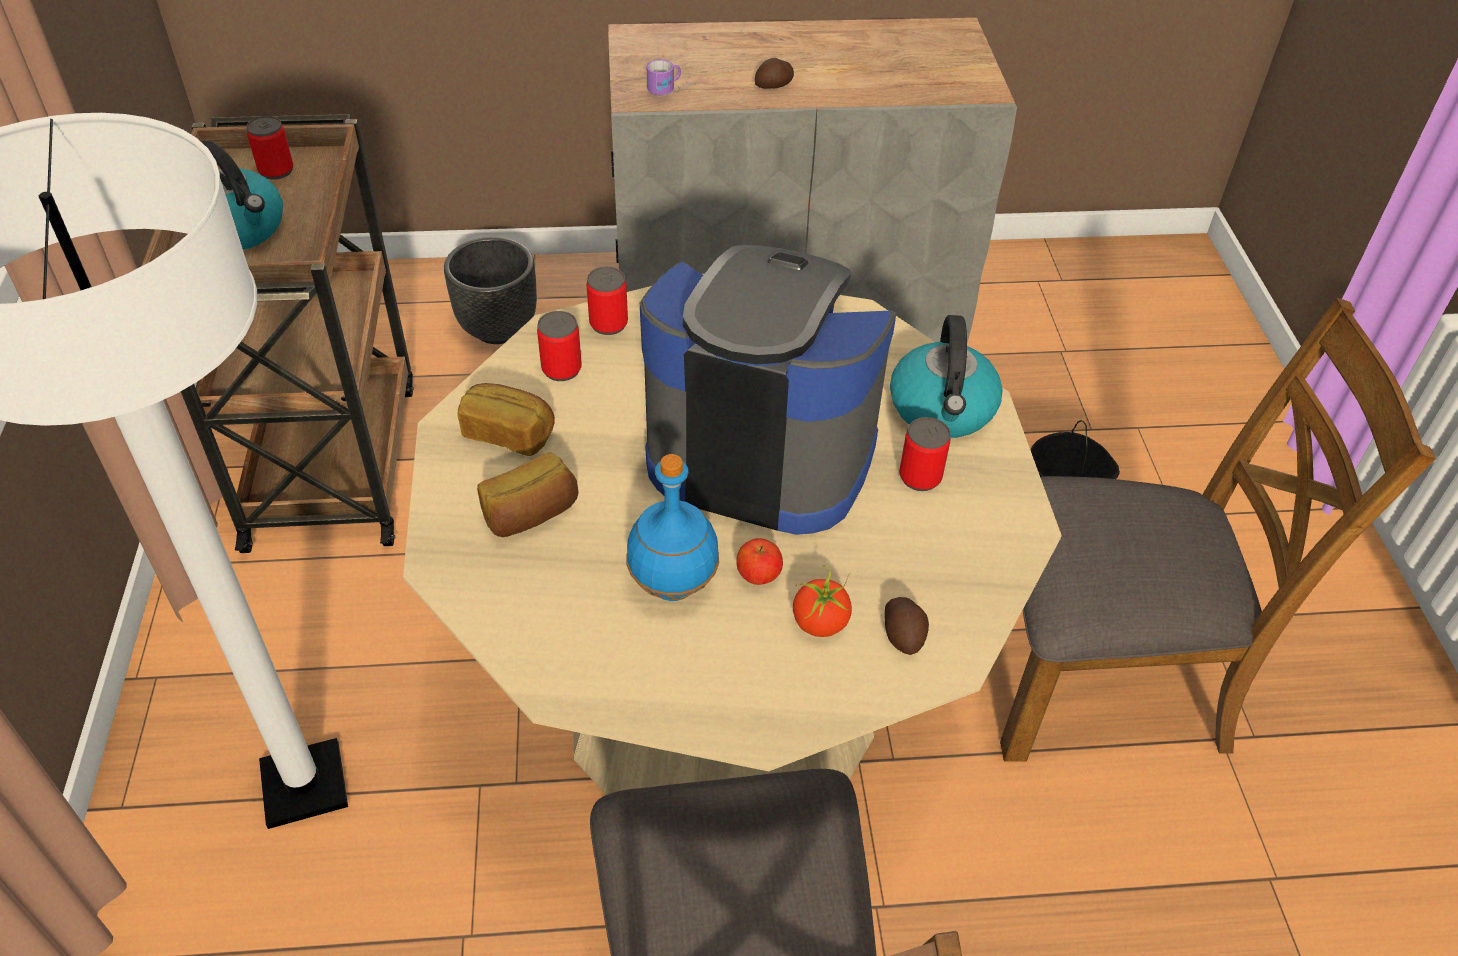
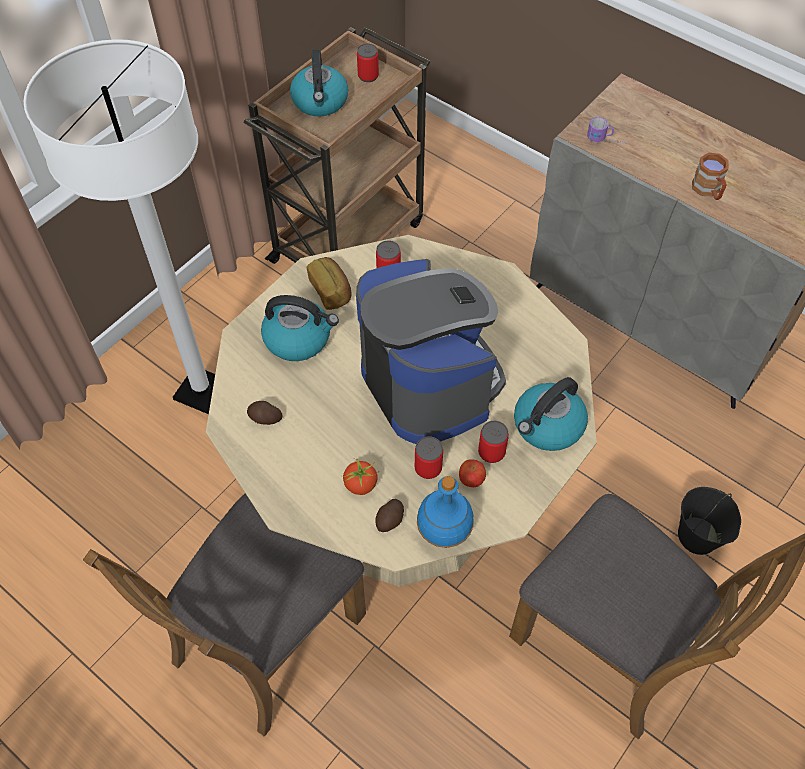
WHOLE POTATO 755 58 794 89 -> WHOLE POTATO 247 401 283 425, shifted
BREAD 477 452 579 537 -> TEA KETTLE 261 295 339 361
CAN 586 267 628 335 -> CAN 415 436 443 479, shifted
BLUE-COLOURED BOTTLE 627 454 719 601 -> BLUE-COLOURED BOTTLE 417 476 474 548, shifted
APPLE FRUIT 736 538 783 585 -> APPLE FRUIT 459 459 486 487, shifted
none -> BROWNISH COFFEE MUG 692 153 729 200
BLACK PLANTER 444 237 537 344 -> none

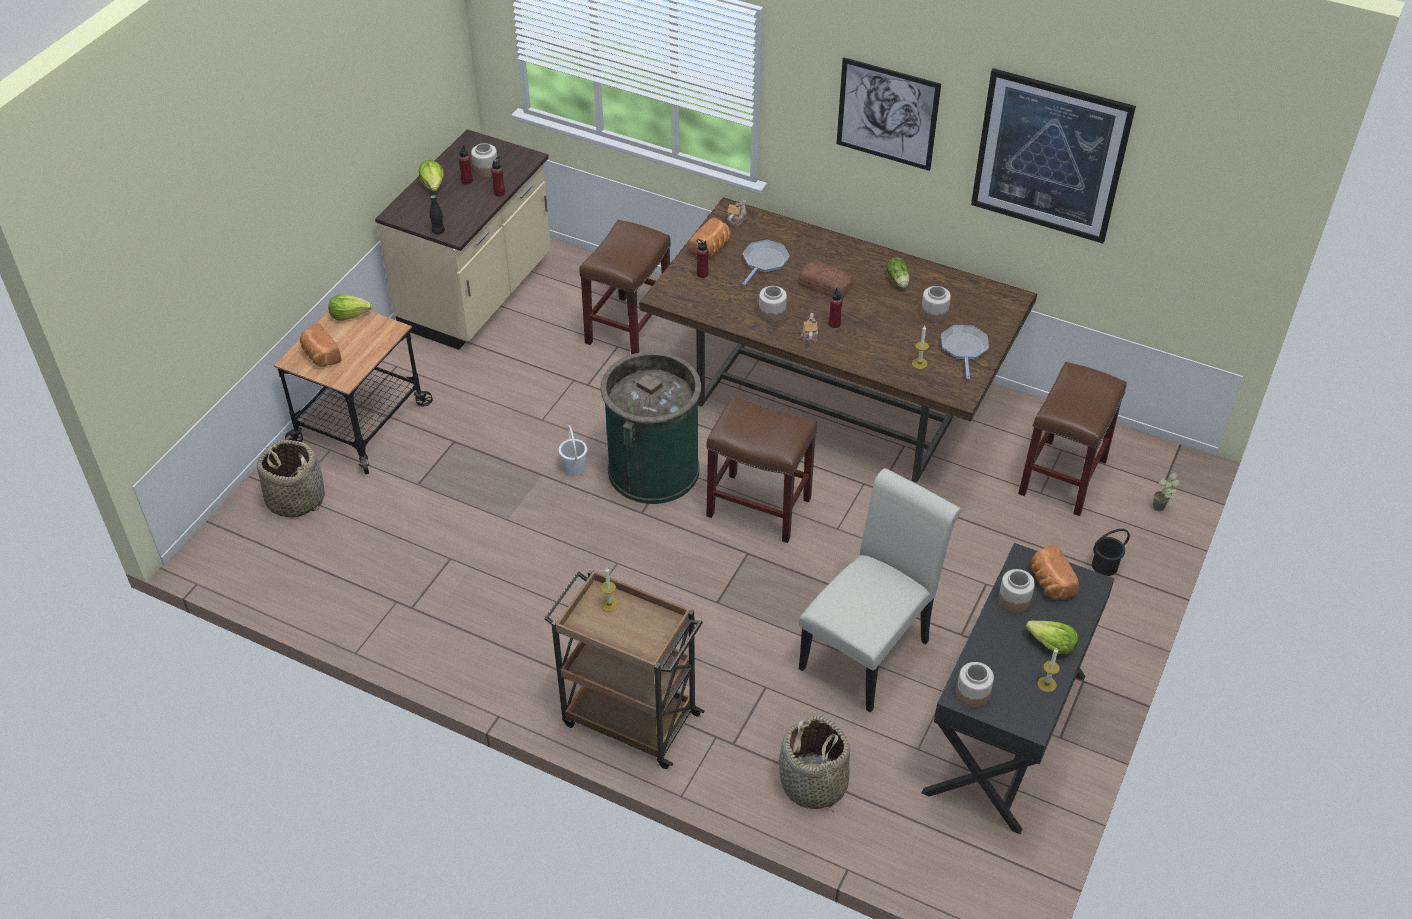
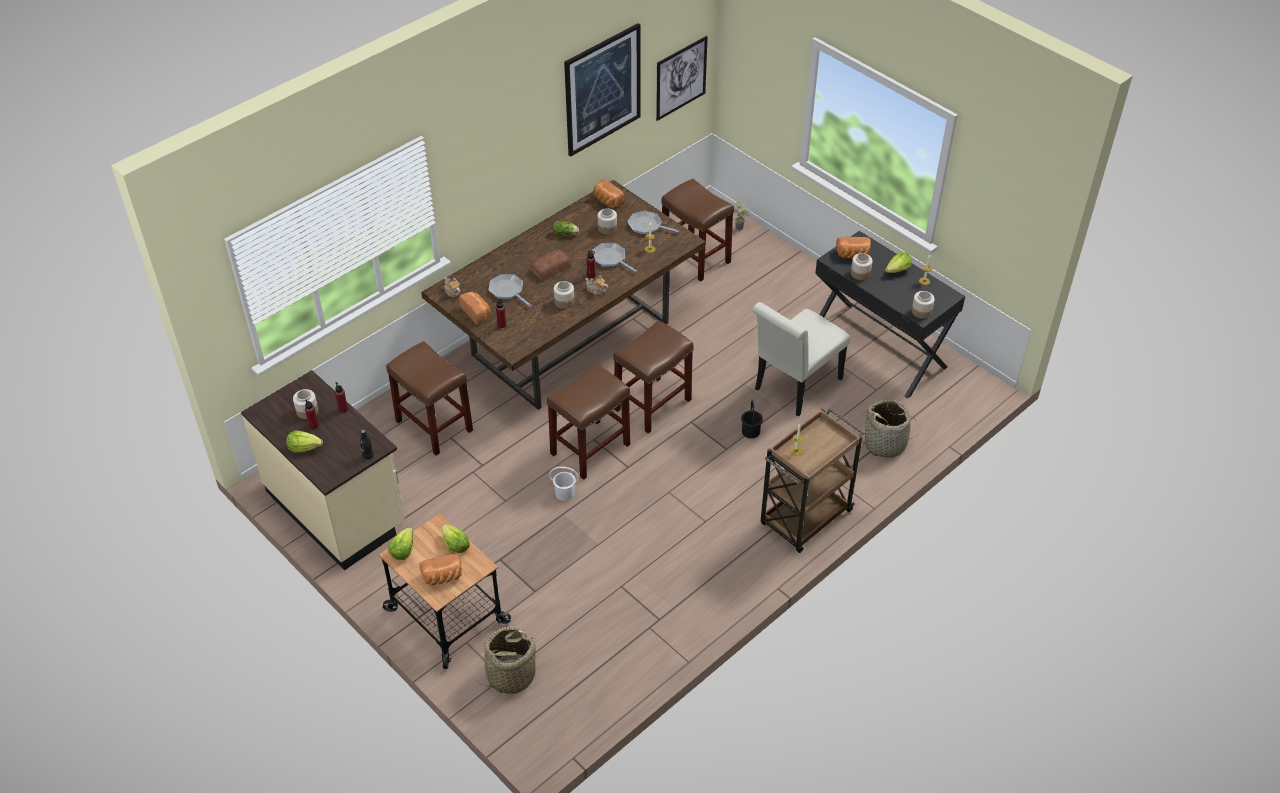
none -> HEAD OF LETTUCE 442 524 470 553
GREEN TRASH CAN 600 351 701 504 -> BROWNISH SITTING STOOL 547 363 630 480
none -> FRYING PAN 592 243 637 272
none -> BREAD 593 179 624 208
WALL ART 836 57 941 171 -> WALL ART 656 36 708 121, shifted
BLACK WATER BUCKET 1092 529 1130 576 -> BLACK WATER BUCKET 741 400 763 439, shifted
WHITISH PLAIN CHAIR 799 468 961 712 -> WHITISH PLAIN CHAIR 752 302 851 417, 105 degrees counterclockwise

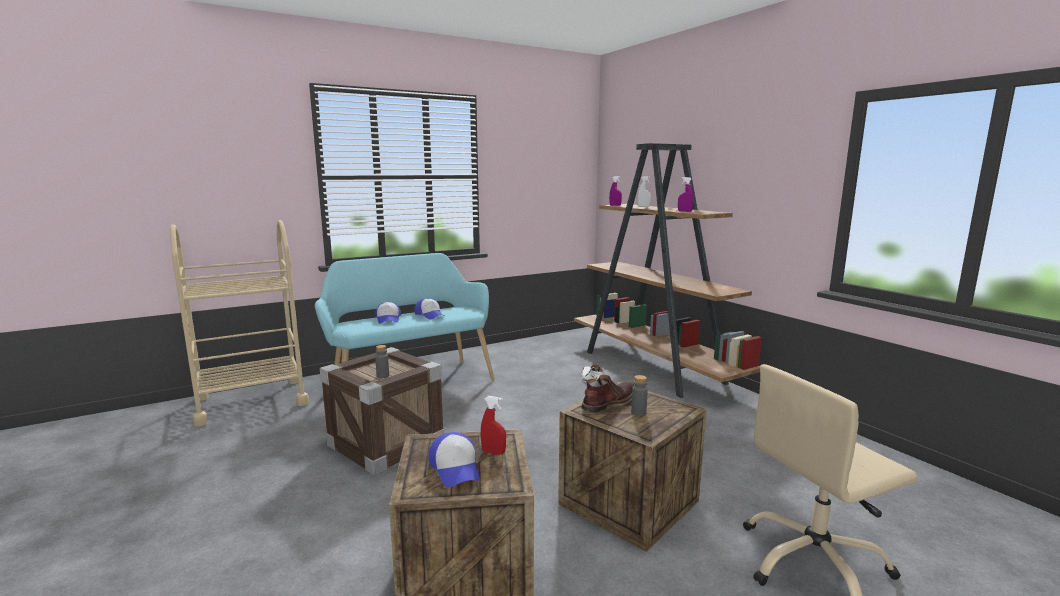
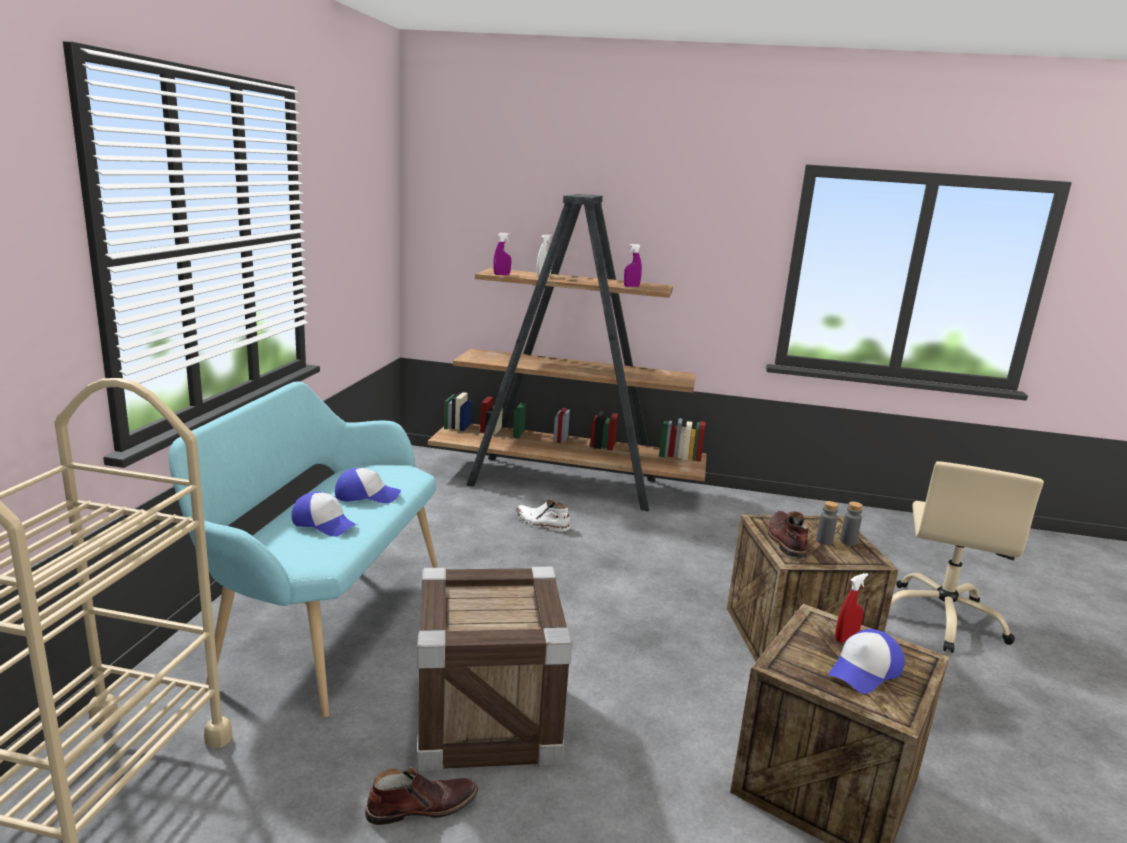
none -> BROWNISH HIGH-TOP BOOT 365 767 478 825
BASEBALL CAP 429 432 480 487 -> BASEBALL CAP 829 629 905 694, 120 degrees clockwise
GRAY BOTTLE 375 345 389 378 -> GRAY BOTTLE 840 502 863 545, shifted

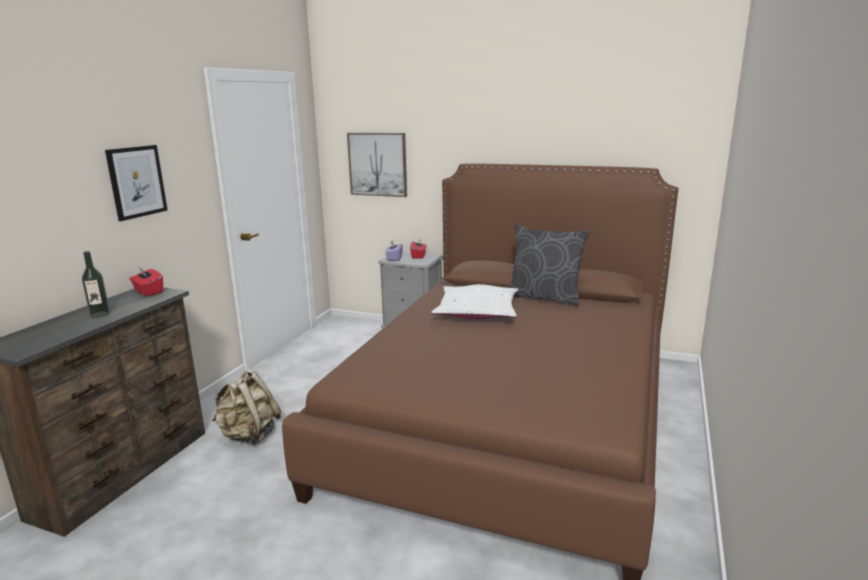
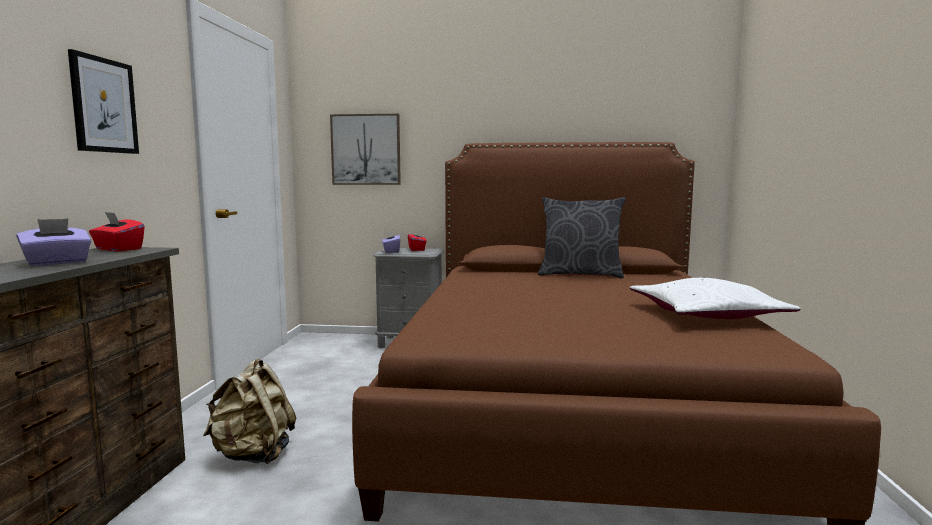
BOTTLE 82 251 110 318 -> PURPLE BOX OF TISSUES 17 218 91 266
WHITISH CUSHION 431 284 518 319 -> WHITISH CUSHION 630 278 801 319, shifted

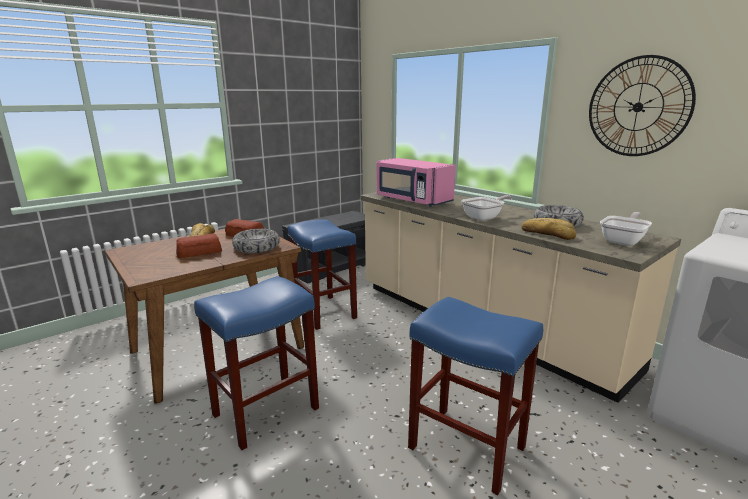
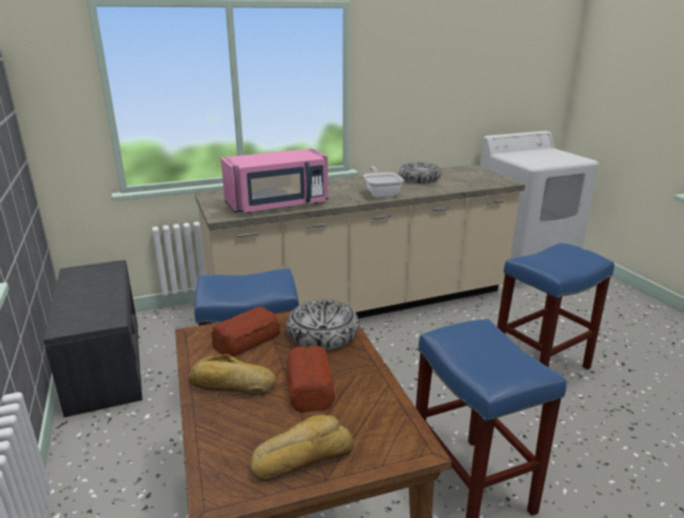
BREAD 521 218 576 240 -> BREAD 250 415 354 481, shifted
WALL CLOCK 589 55 696 156 -> none
FRYING PAN 600 212 652 246 -> none

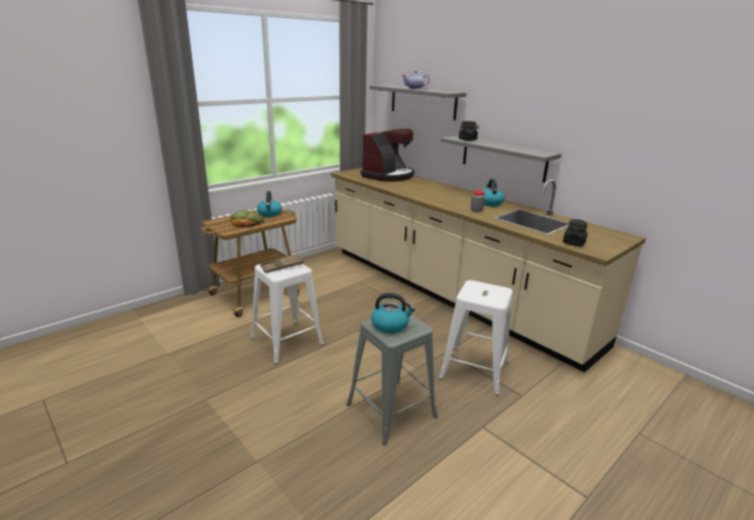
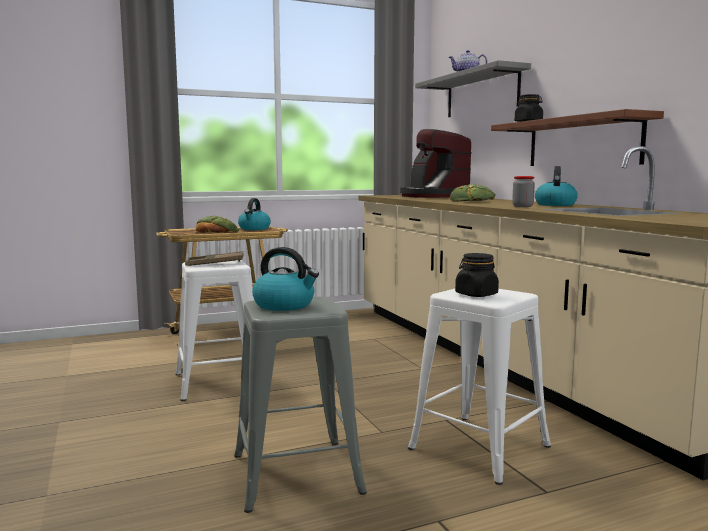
COFFEE BREWER 361 129 414 182 -> COFFEE BREWER 400 129 472 198, 105 degrees clockwise
none -> BREAD 450 184 496 202
BLACK PRESERVE JAR 563 219 588 246 -> BLACK PRESERVE JAR 455 253 499 297, shifted
GRAY BRACKET SHELF 441 135 561 183 -> BROWNISH BRACKET SHELF 491 109 664 166

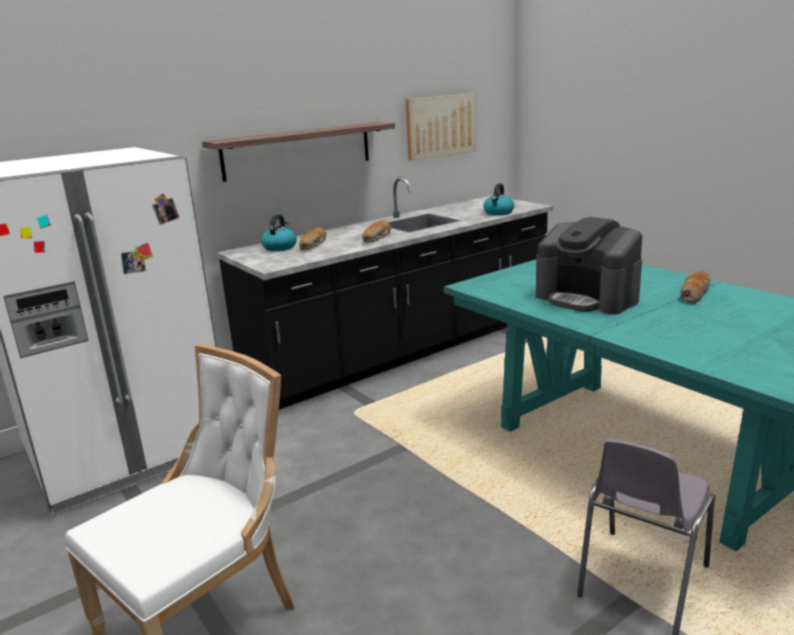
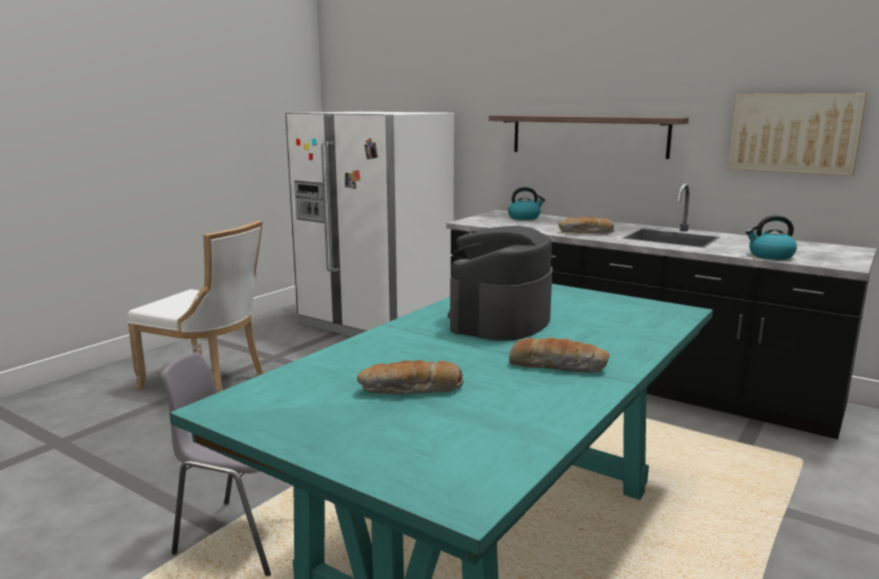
BREAD 299 227 326 250 -> BREAD 357 360 464 394, shifted

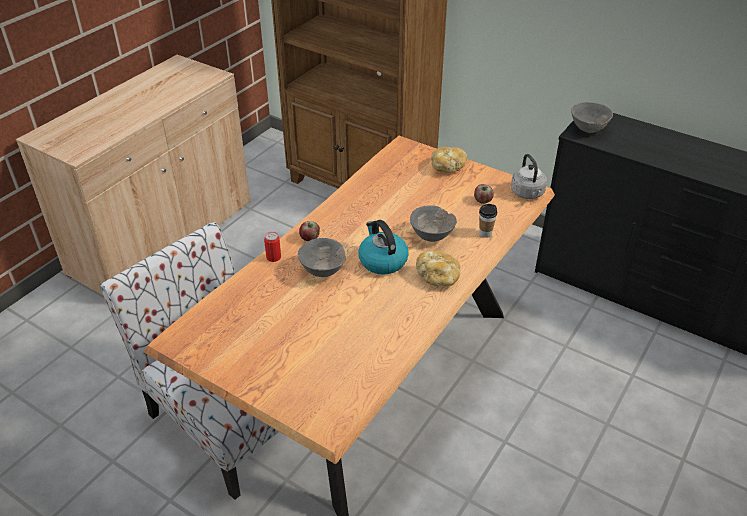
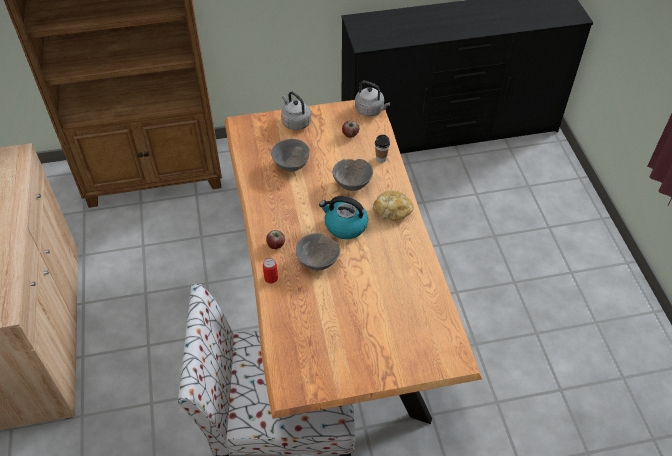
GRAY BOWL 571 102 613 133 -> GRAY BOWL 271 139 310 172, shifted
BREAD 431 147 467 173 -> GRAY TEA KETTLE 281 92 311 130

